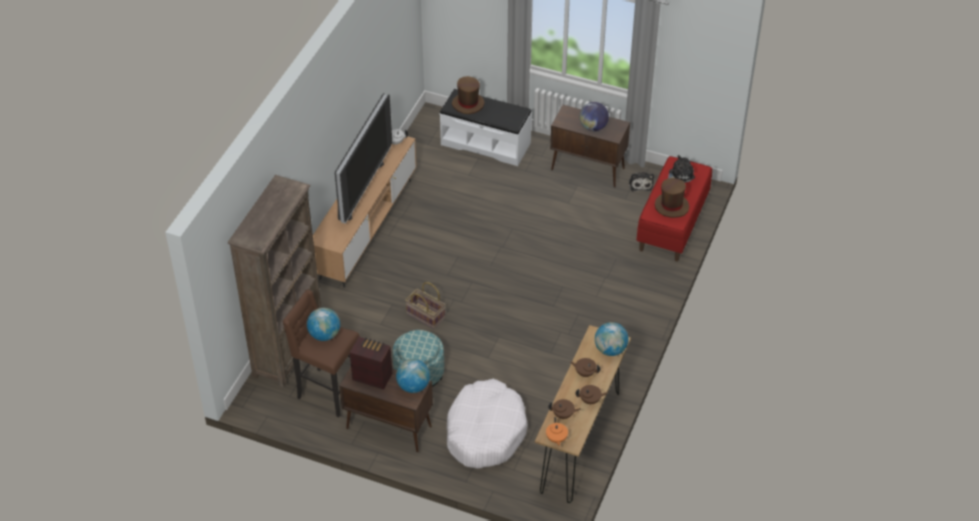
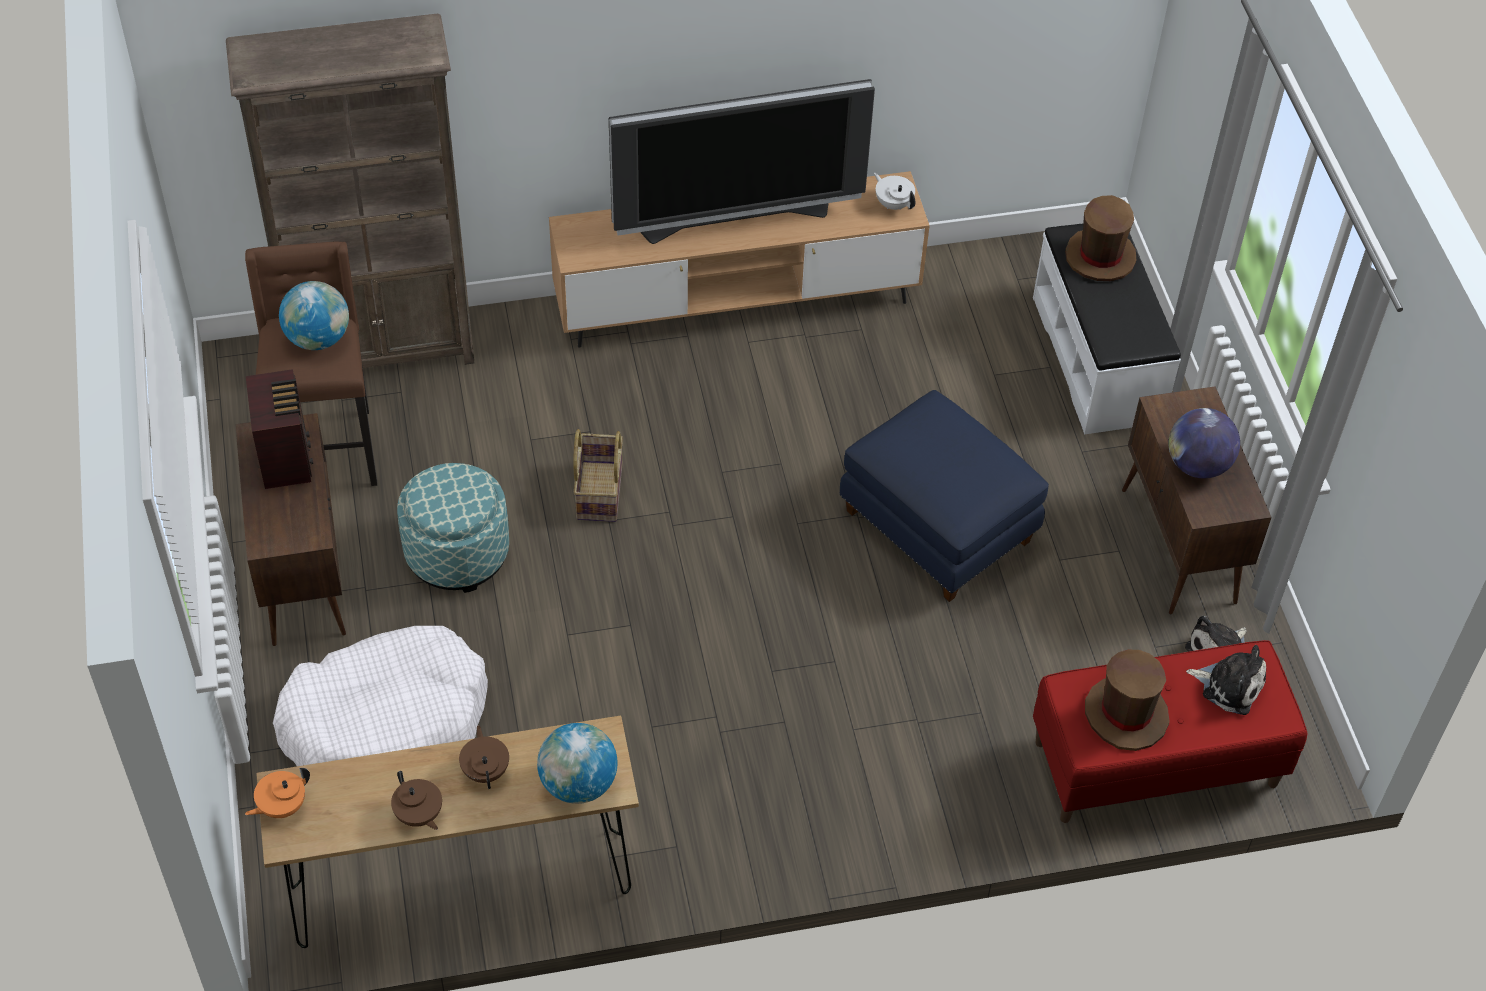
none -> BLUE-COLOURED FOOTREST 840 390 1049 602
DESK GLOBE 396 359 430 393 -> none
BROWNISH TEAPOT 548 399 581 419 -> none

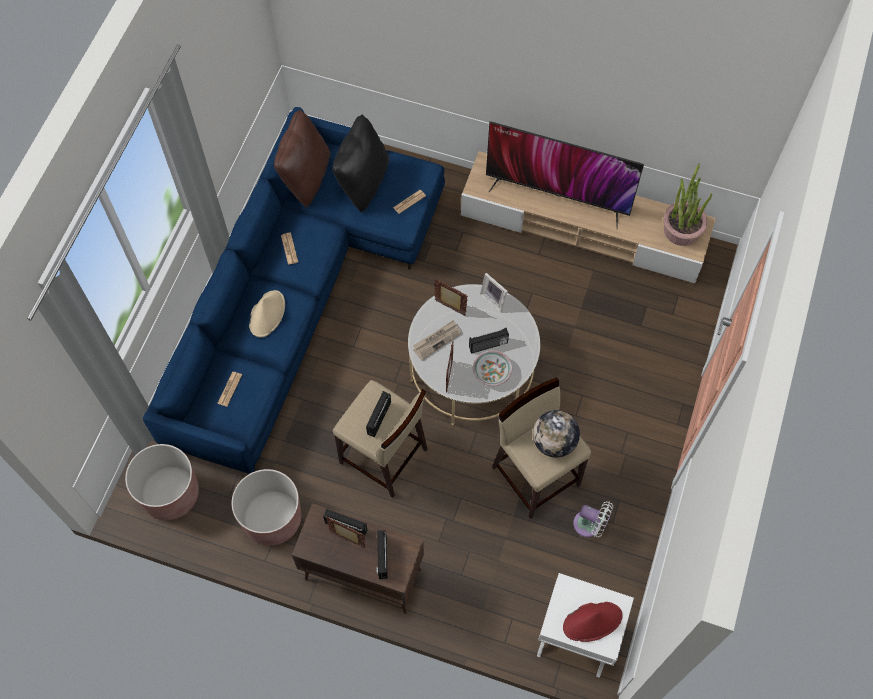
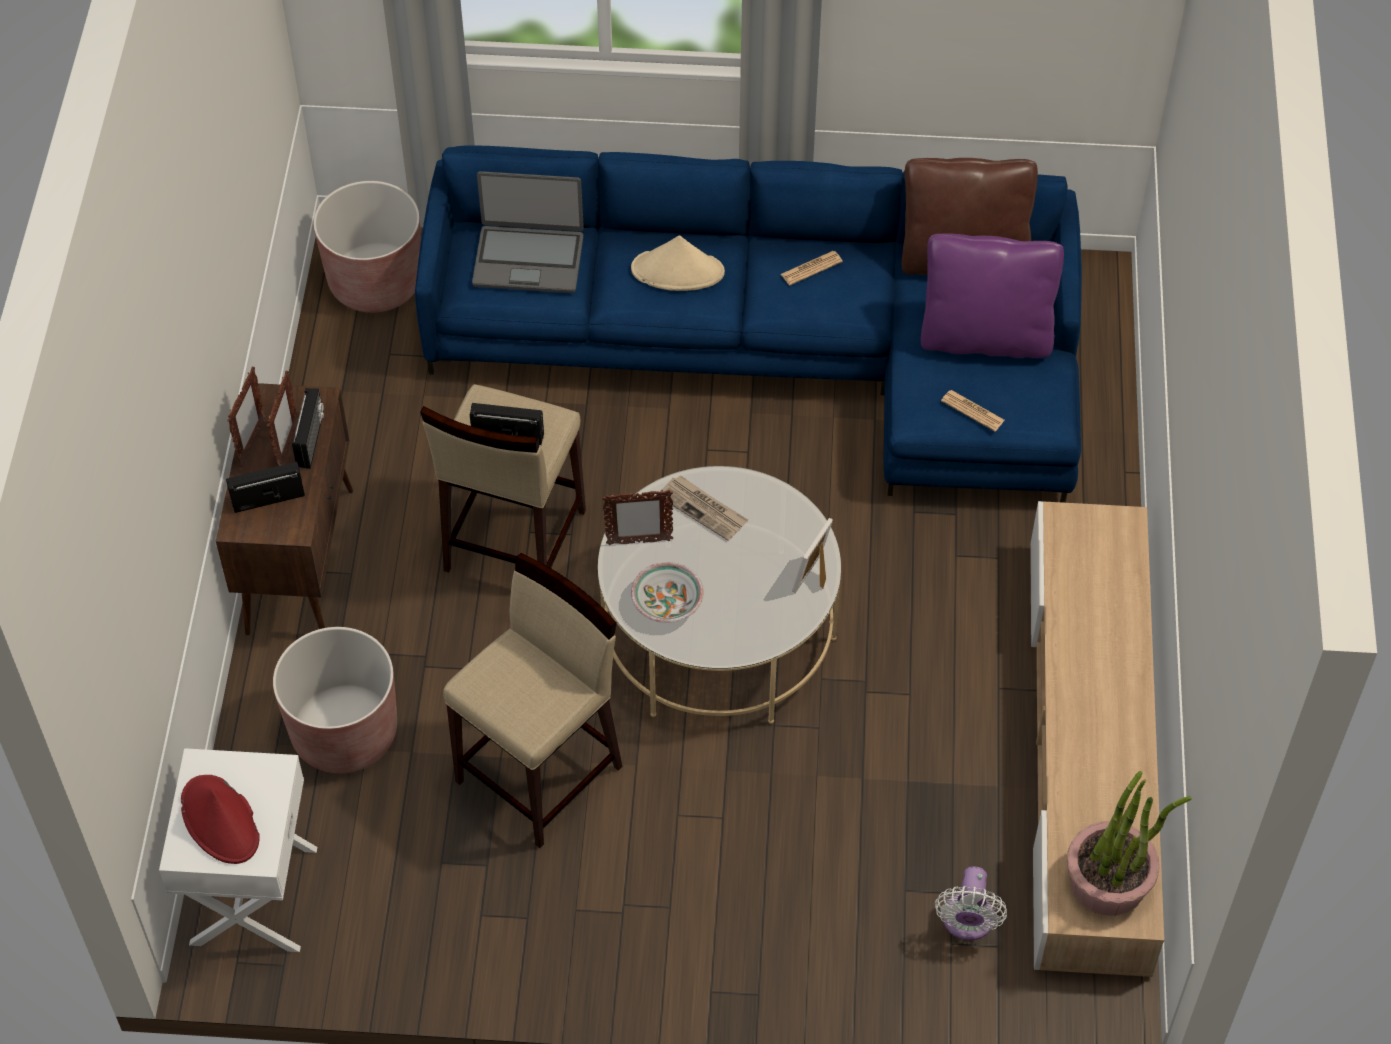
PHOTO FRAME 434 279 468 316 -> PHOTO FRAME 227 367 265 467, shifted
BROWNISH PLANTER 232 469 301 546 -> BROWNISH PLANTER 273 627 397 773, shifted
PRINTED PAPER 217 372 242 407 -> LAPTOP 472 171 584 293
BLACK CUSHION 332 115 389 212 -> PURPLE CUSHION 921 233 1064 358
WHITISH COOLING FAN 573 501 613 537 -> WHITISH COOLING FAN 935 866 1007 941, shifted
RADIO SET 469 328 509 354 -> none
TELEVISION 486 121 644 228 -> none
DESK GLOBE 533 410 580 458 -> none

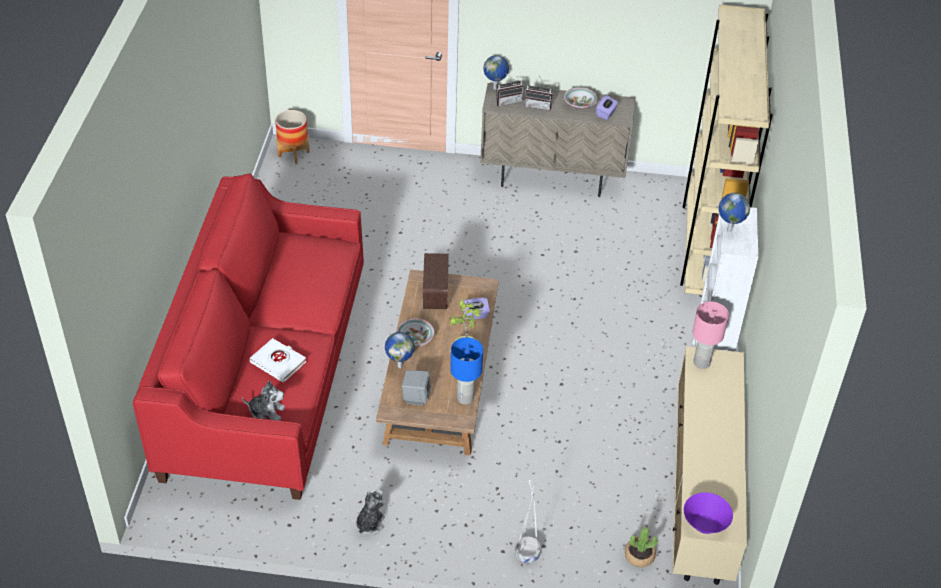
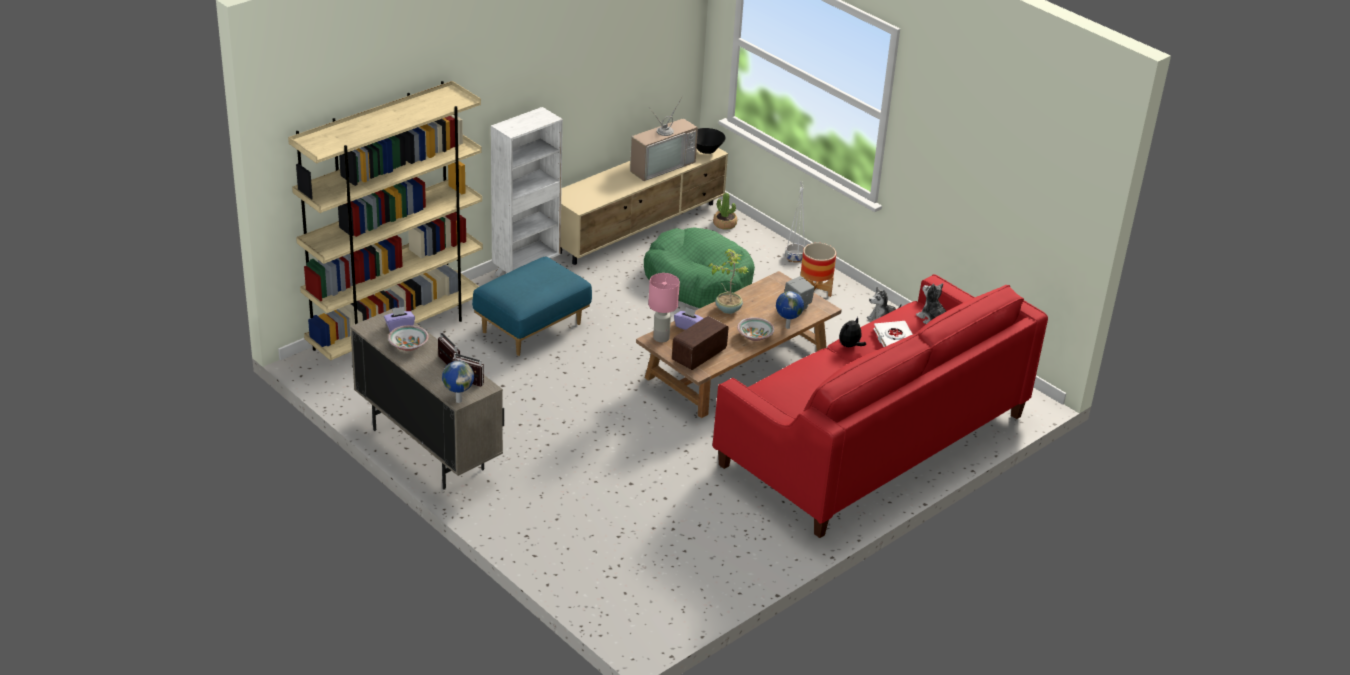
none -> BLUE-COLOURED FOOTREST 472 257 592 356
none -> TELEVISION 630 96 698 181
none -> GREEN DOG CUSHION 644 227 755 308
PINKISH TABLE LAMP 692 302 729 369 -> PINKISH TABLE LAMP 648 273 680 342, shifted
PURPLE BOWL 684 492 733 534 -> BLACK BOWL 697 128 726 154
PLANTER 275 110 310 164 -> PLANTER 800 243 836 297, shifted
none -> SOFT TOY 839 317 866 347
BLUE-COLOURED TABLE LAMP 450 338 483 405 -> none
DESK GLOBE 719 193 750 232 -> none

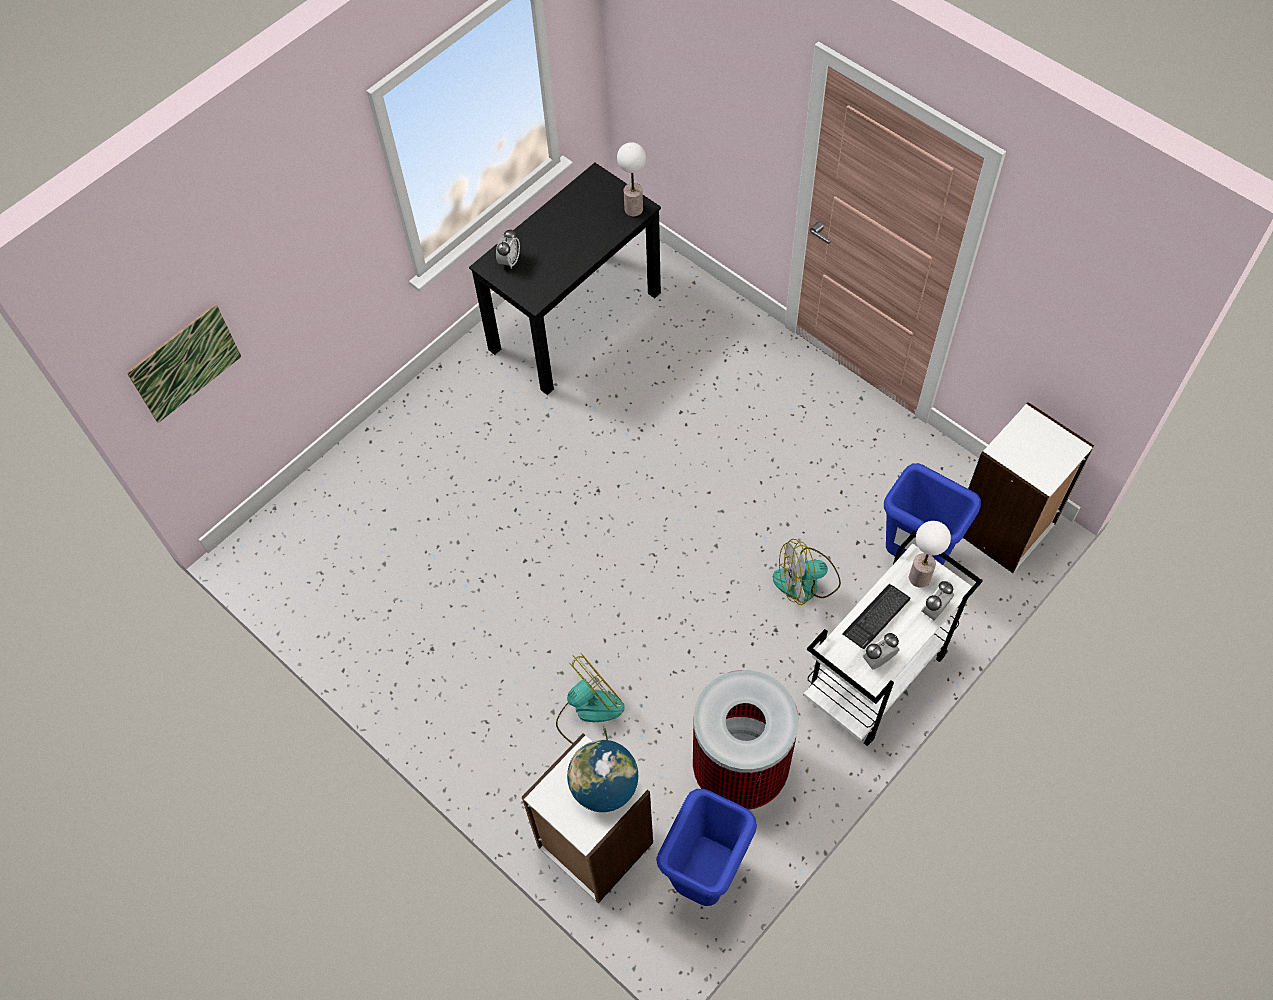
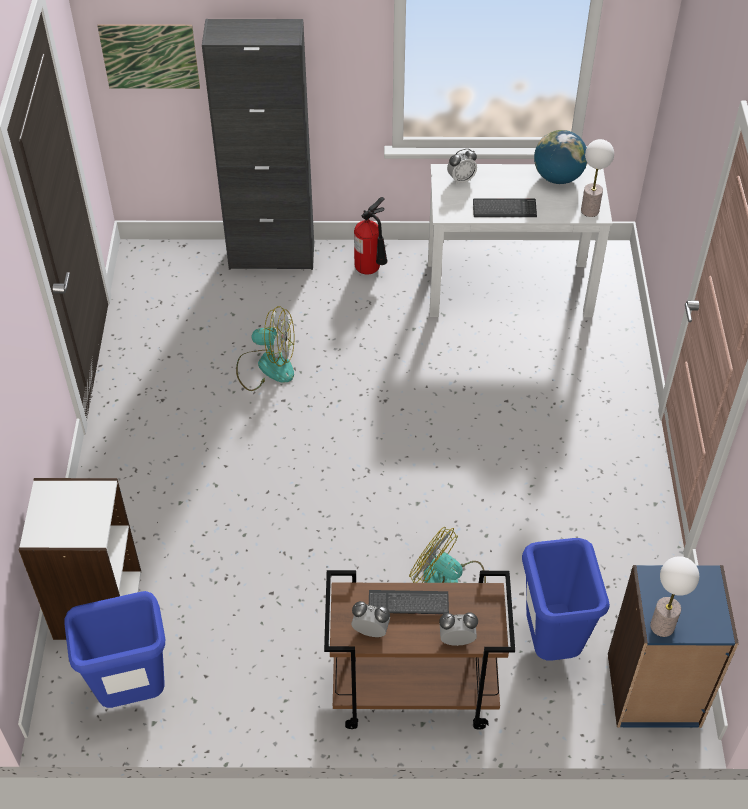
none -> BLACK CUPBOARD 202 19 314 270
COOLING FAN 556 653 625 744 -> COOLING FAN 236 306 294 391, shifted
WHITISH CART 803 531 983 746 -> BROWNISH CART 324 570 515 730
none -> FIRE-FIGHTING CYLINDER 354 197 388 275
BLACK DESK 469 163 661 395 -> WHITISH DESK 428 164 612 317
none -> COMPUTER KEYBOARD 473 198 537 217
DESK GLOBE 567 740 638 812 -> DESK GLOBE 534 130 587 184, shifted
WHITISH SHELVING UNIT 963 402 1094 573 -> BLUE-COLOURED SHELVING UNIT 608 565 739 728
TABLE LAMP 909 521 951 588 -> TABLE LAMP 650 556 699 637, shifted
TRASH CAN 693 670 799 810 -> none

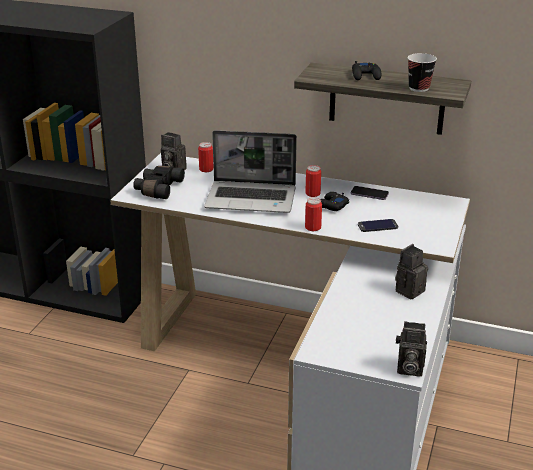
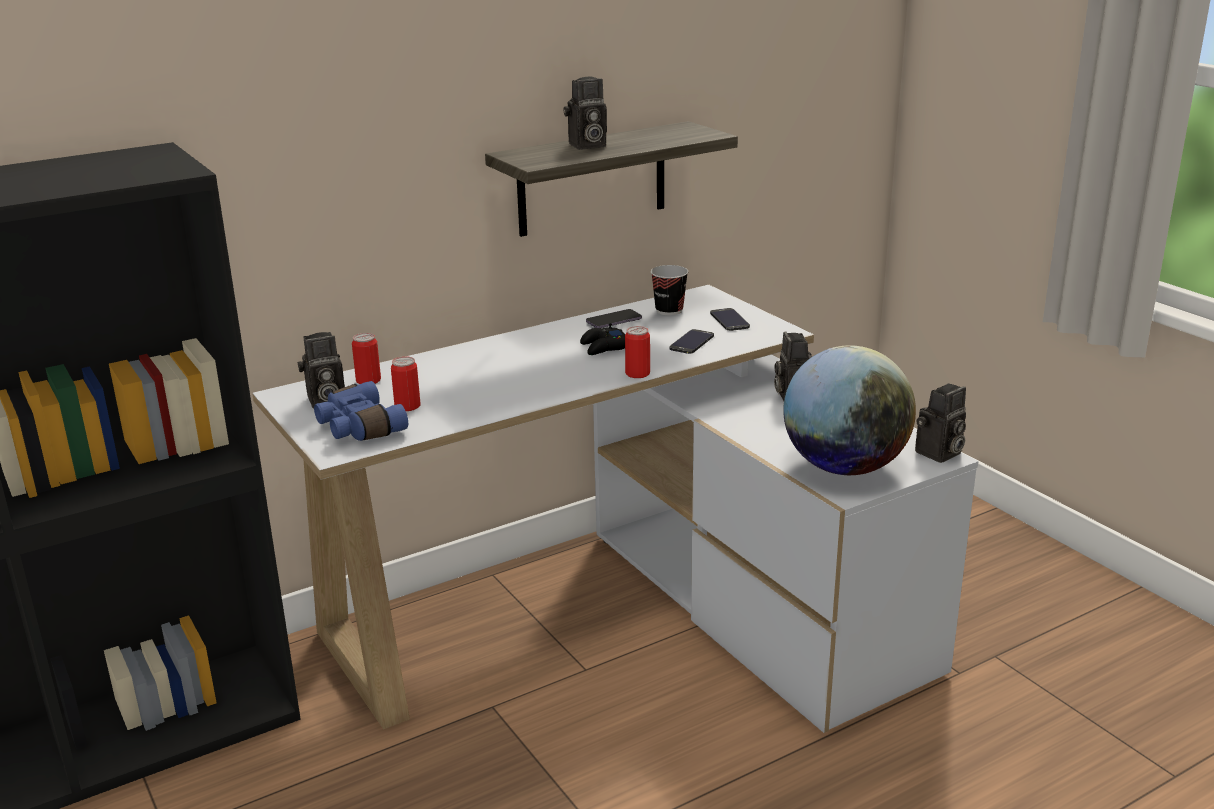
BLACK FIELD GLASSES 133 166 185 199 -> BLUE-COLOURED FIELD GLASSES 314 381 408 441
CAN 305 165 321 197 -> CAN 391 356 421 411, shifted
BLACK GAME CONTROLLER 352 61 381 80 -> PHOTO CAMERA 563 76 607 150
SMALL CUP 408 53 437 92 -> SMALL CUP 651 265 688 315, shifted
none -> HANDSET 710 308 750 331
none -> DESK GLOBE 783 345 916 475
LAPTOP 204 130 297 213 -> none

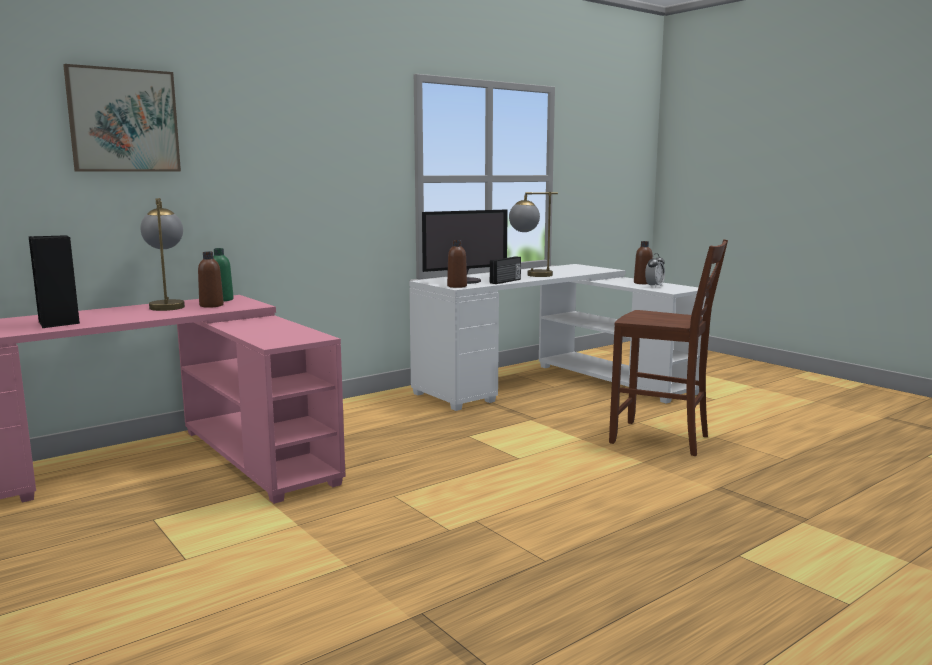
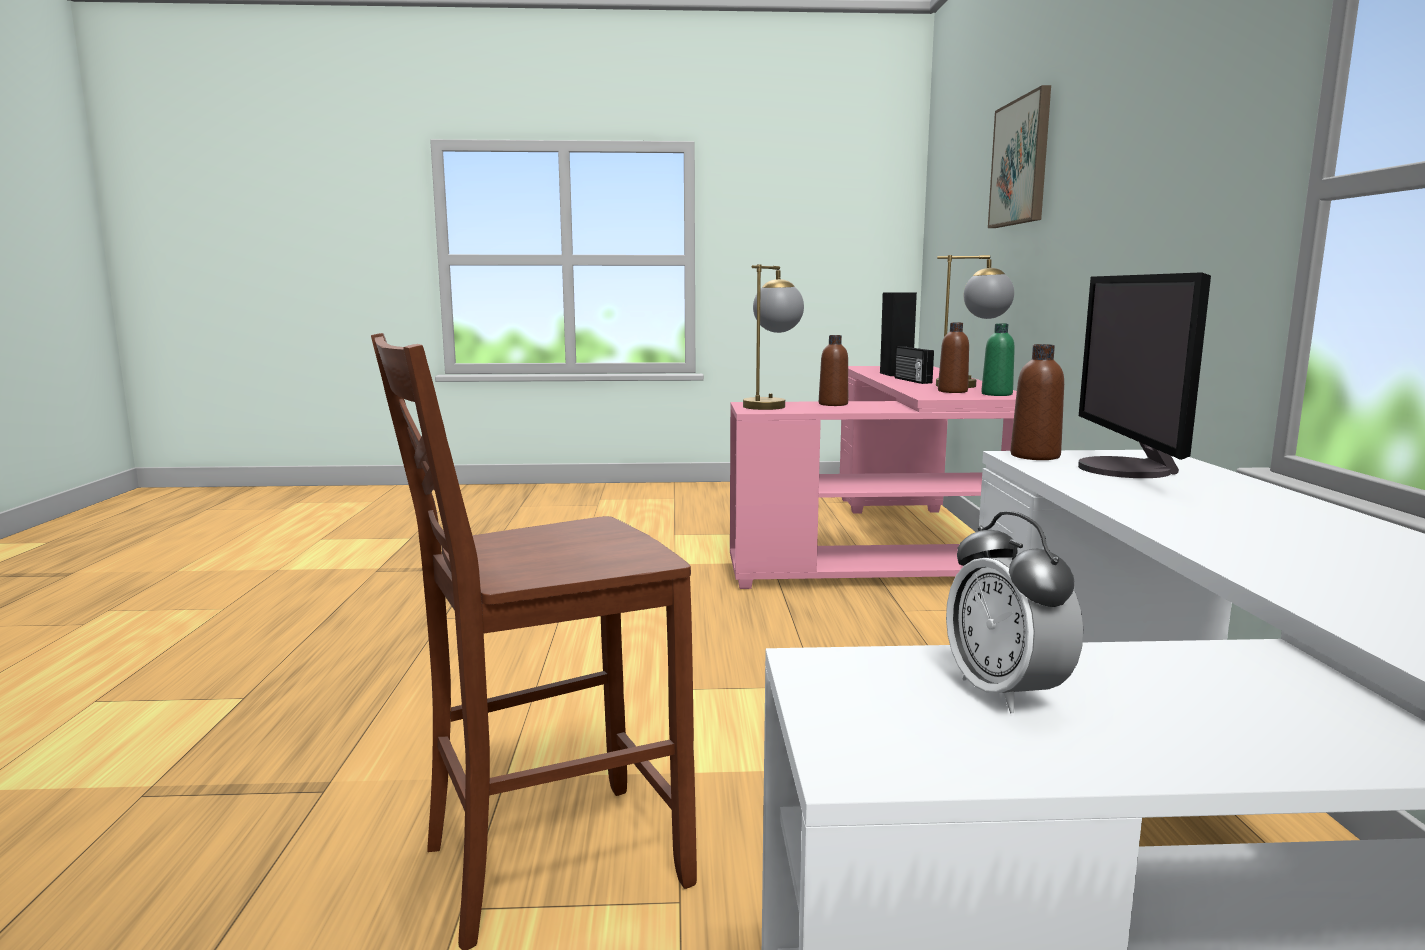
TABLE LAMP 509 192 558 277 -> TABLE LAMP 743 264 804 410, shifted
BROWNISH BOTTLE 634 241 653 284 -> BROWNISH BOTTLE 819 335 848 406, shifted
RADIO SET 490 256 521 284 -> RADIO SET 895 346 934 384, shifted

